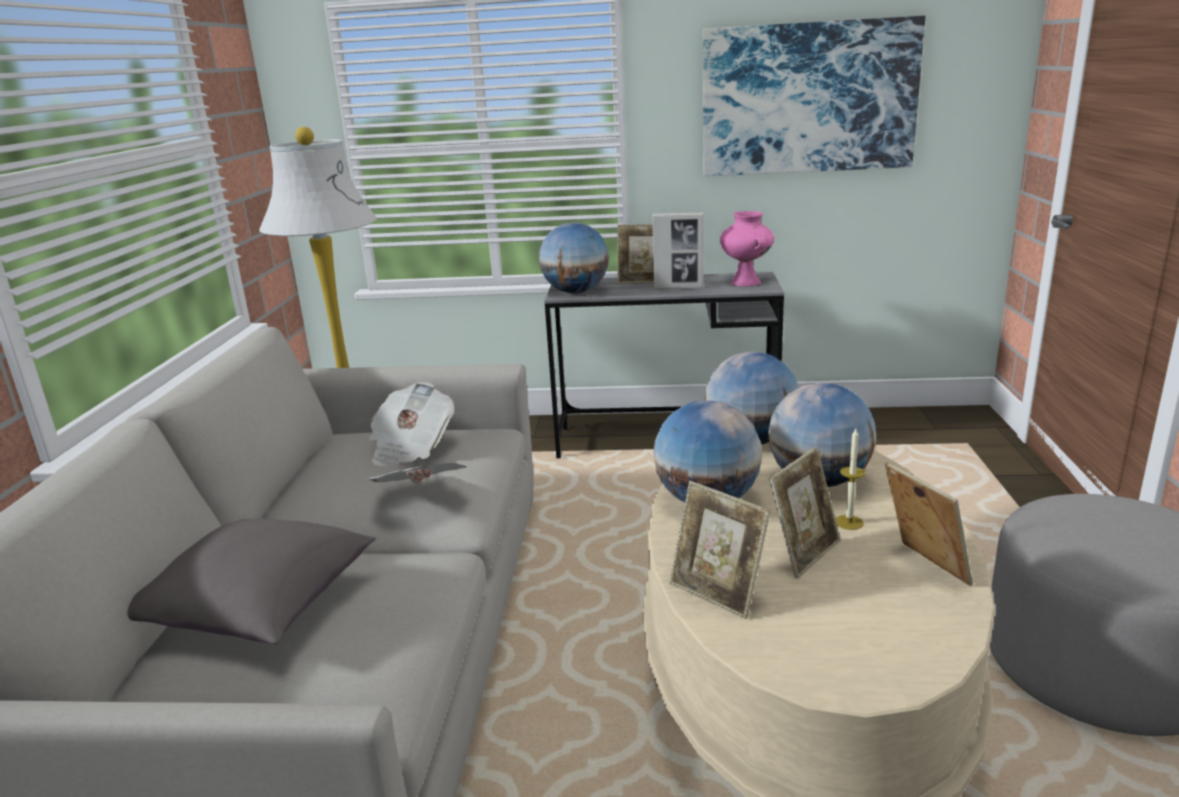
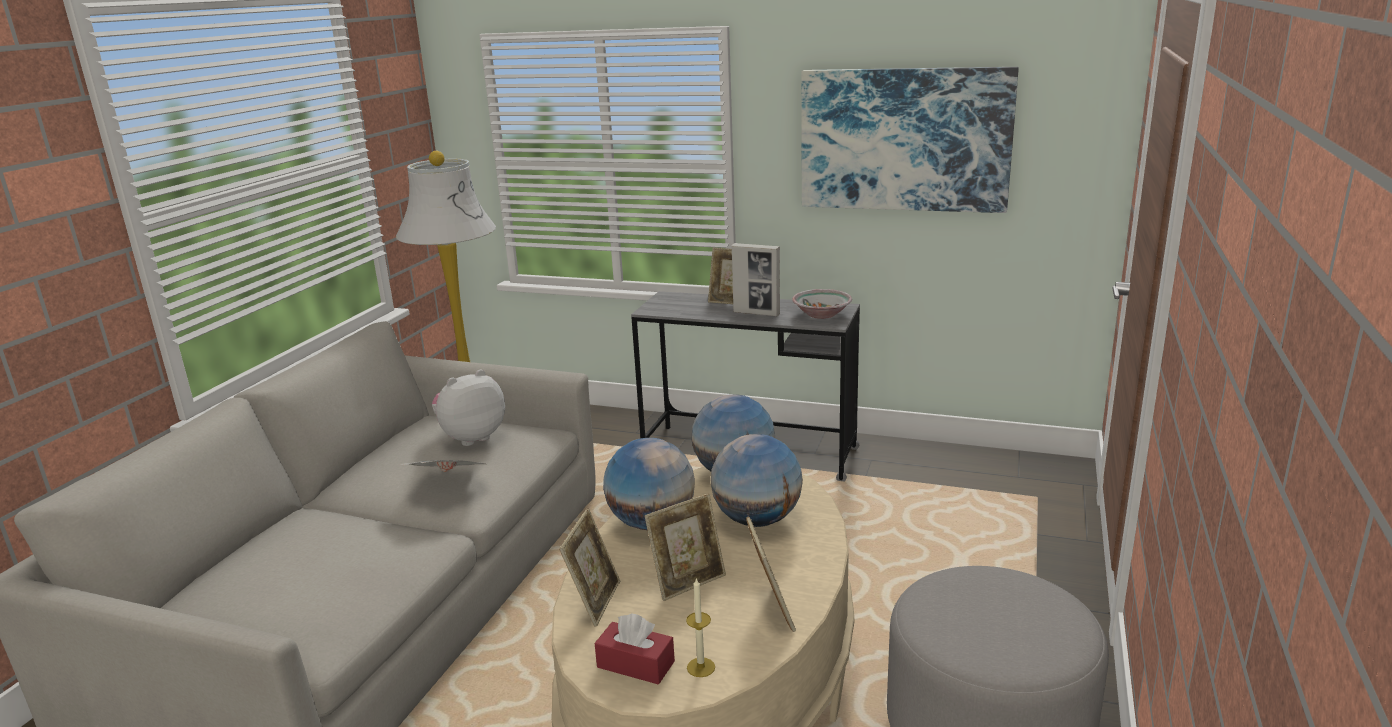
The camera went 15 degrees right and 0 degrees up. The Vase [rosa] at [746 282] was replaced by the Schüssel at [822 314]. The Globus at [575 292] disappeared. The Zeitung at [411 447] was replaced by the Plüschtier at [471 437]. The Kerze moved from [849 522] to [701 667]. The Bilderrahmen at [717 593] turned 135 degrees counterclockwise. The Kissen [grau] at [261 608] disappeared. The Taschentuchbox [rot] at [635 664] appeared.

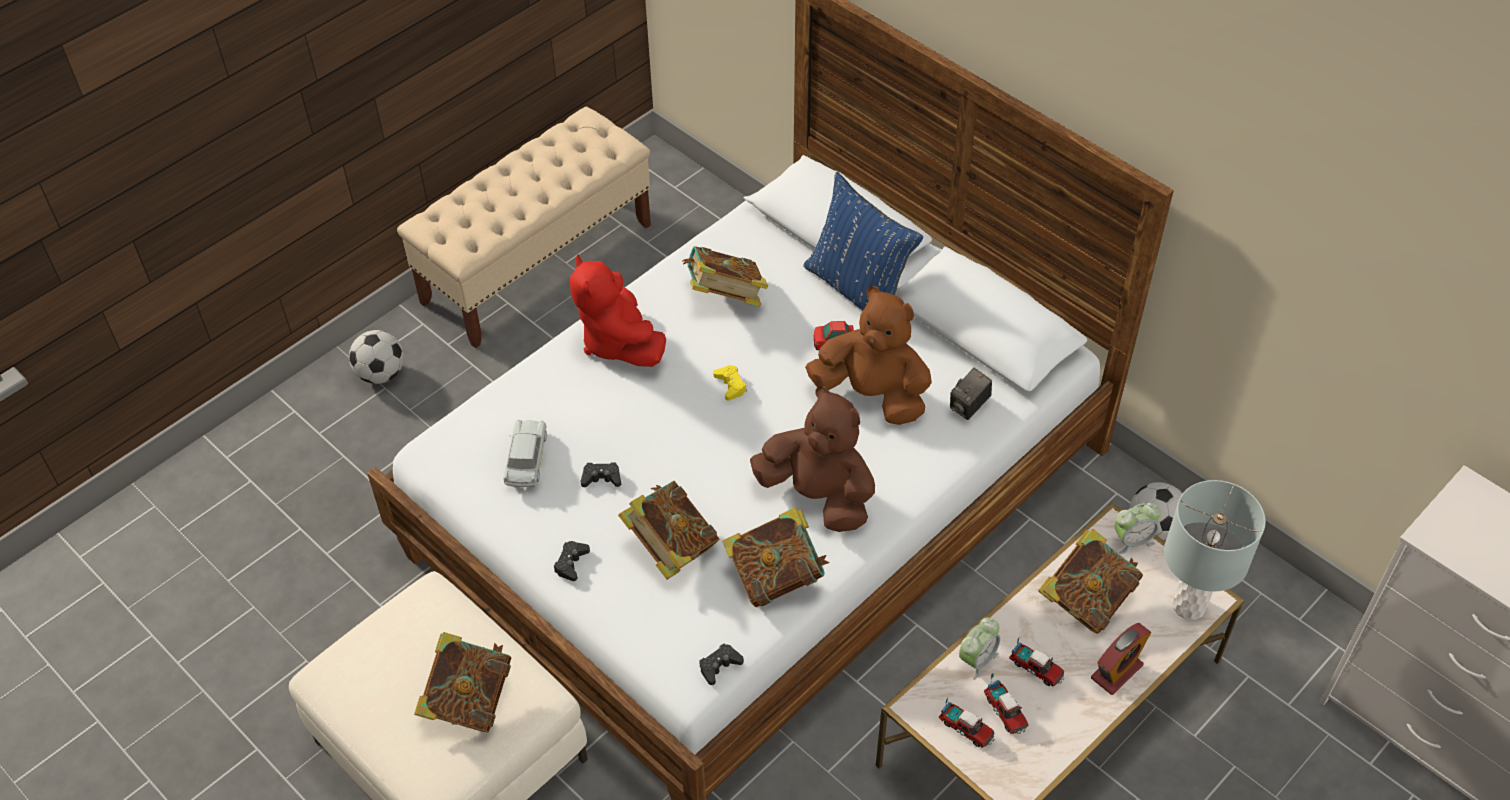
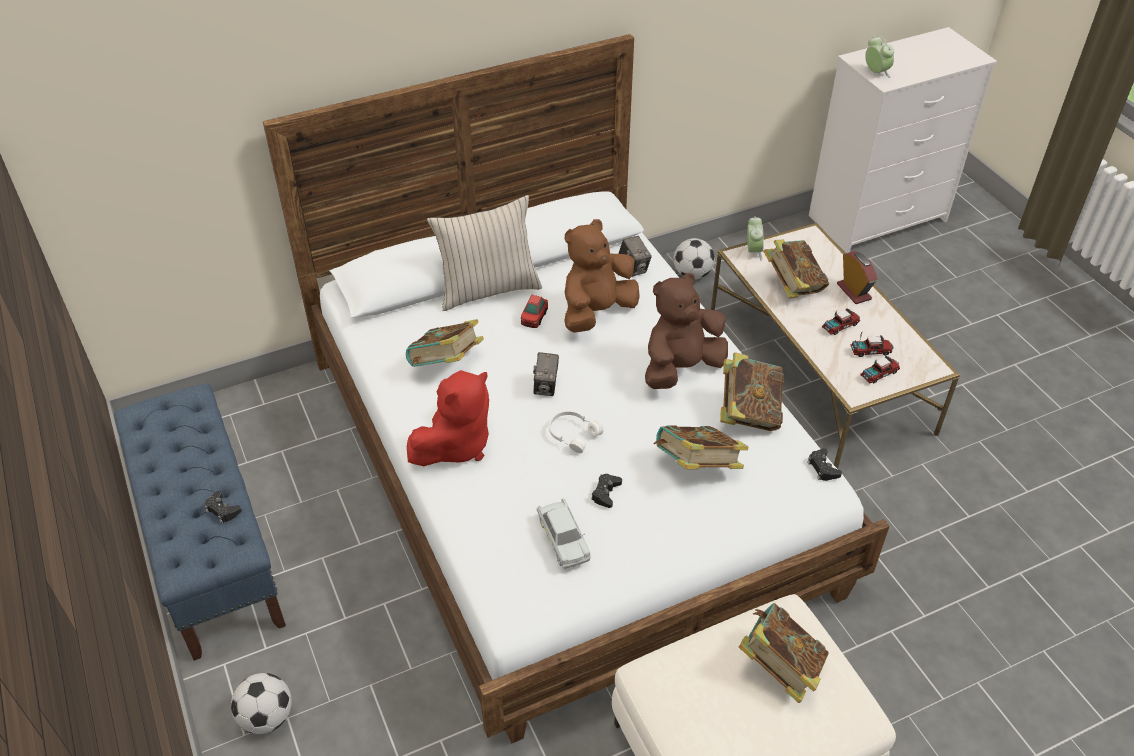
The camera went 70 degrees left and 5 degrees down. The Bank [beige] at [538 262] became the Bank [blau] at [212 548]. The Kissen [blau] at [858 291] became the Kissen [beige] at [488 289]. The Plüschtier [rot] at [618 342] turned 45 degrees counterclockwise. The Gamepad [gelb] at [730 385] was replaced by the Kamera at [546 386]. The Spielzeugauto [weiß] at [527 460] turned 135 degrees counterclockwise. The Tischlampe [grau] at [1189 606] disappeared. The Gamepad [schwarz] moved from [571 563] to [222 510]. The Wecker moved from [977 660] to [876 73]. The Kopfhörer [weiß] at [573 434] appeared.

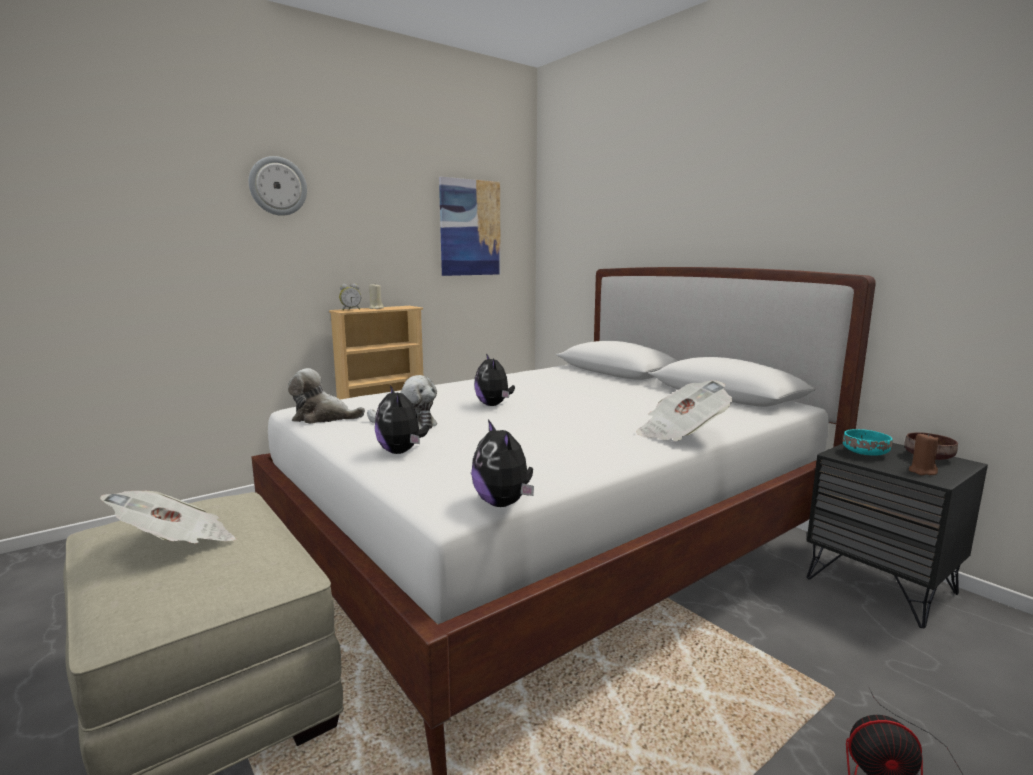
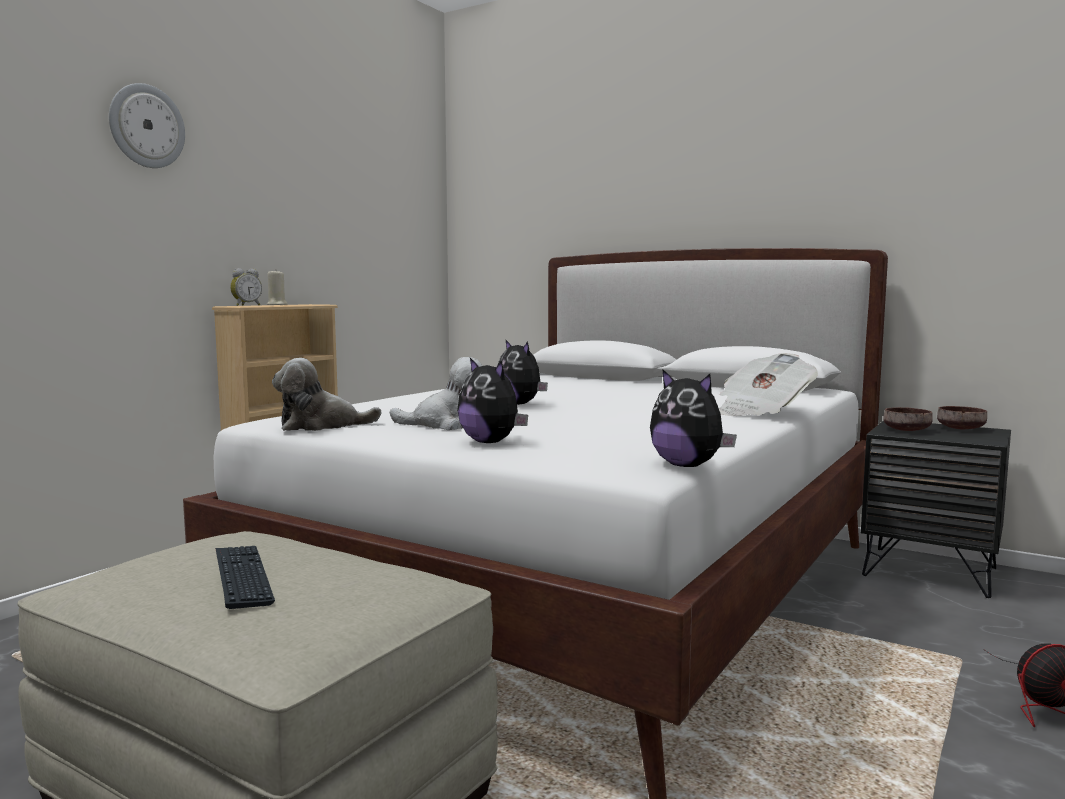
The camera went 20 degrees left and 5 degrees down. The Bild at [470 228] disappeared. The Schüssel [türkis] at [865 453] became the Schüssel [braun] at [906 430]. The Kerze [braun] at [922 471] disappeared. The Zeitung at [177 544] was replaced by the Tastatur at [242 577].

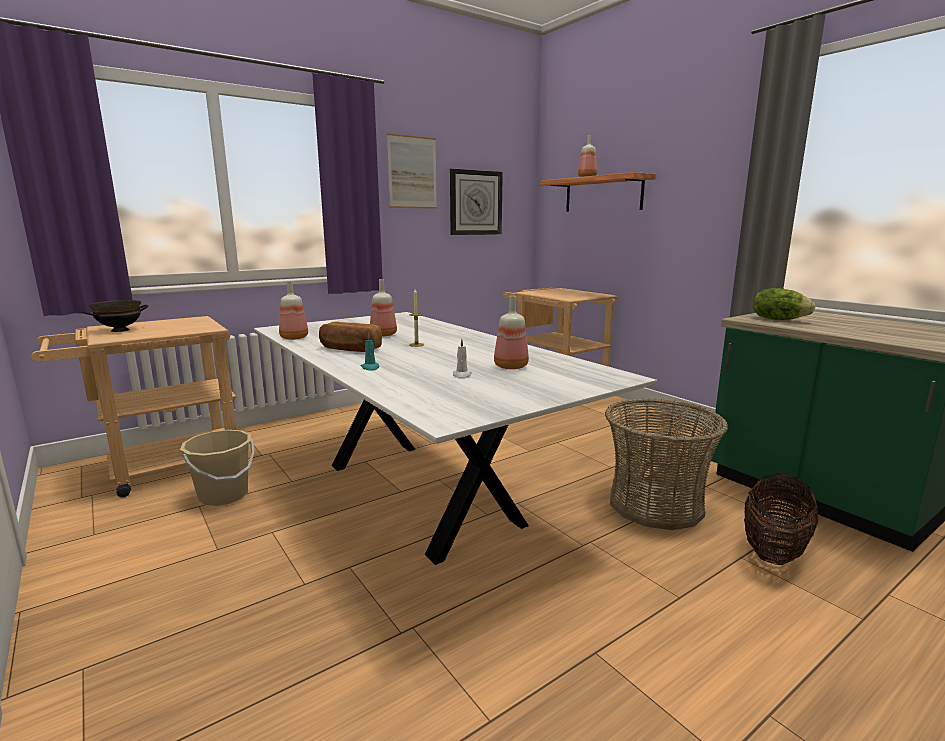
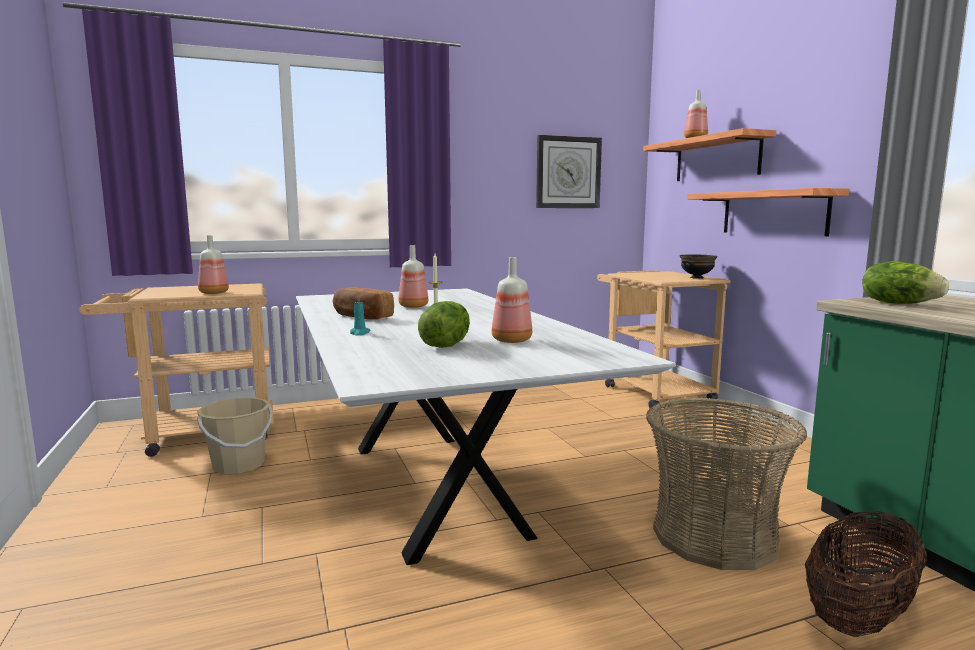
The camera went 15 degrees right and 5 degrees down. The Bild at [412 172] disappeared. The Flasche moved from [293 338] to [213 293]. The Schüssel [schwarz] moved from [120 330] to [696 277]. The Kerze [weiß] at [462 375] was replaced by the Salatkopf at [445 345]. The Wandregal at [773 213] appeared.

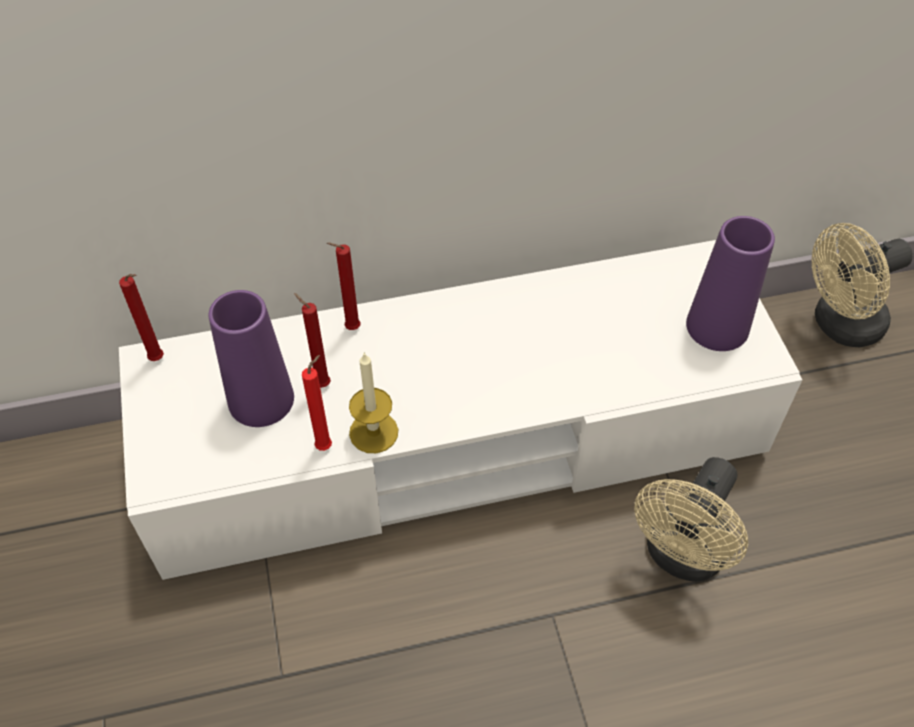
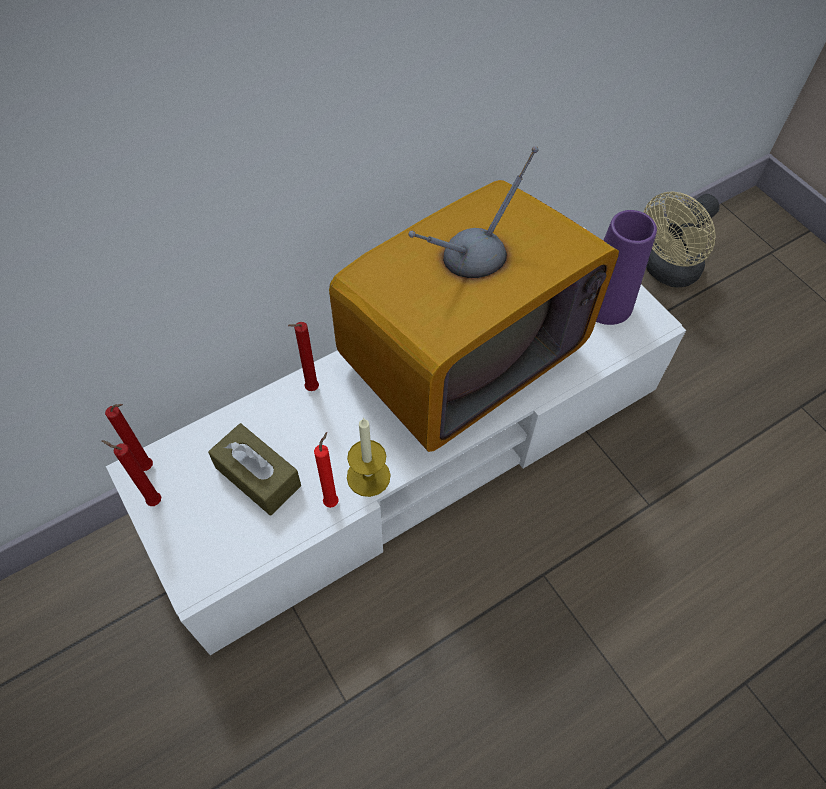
The camera went 20 degrees left and 5 degrees up. The Vase [lila] at [261 399] was replaced by the Taschentuchbox [braun] at [258 476]. The Kerze [rot] moved from [320 383] to [152 501]. The Ventilator [beige] at [681 556] disappeared. The Fernseher at [462 357] appeared.

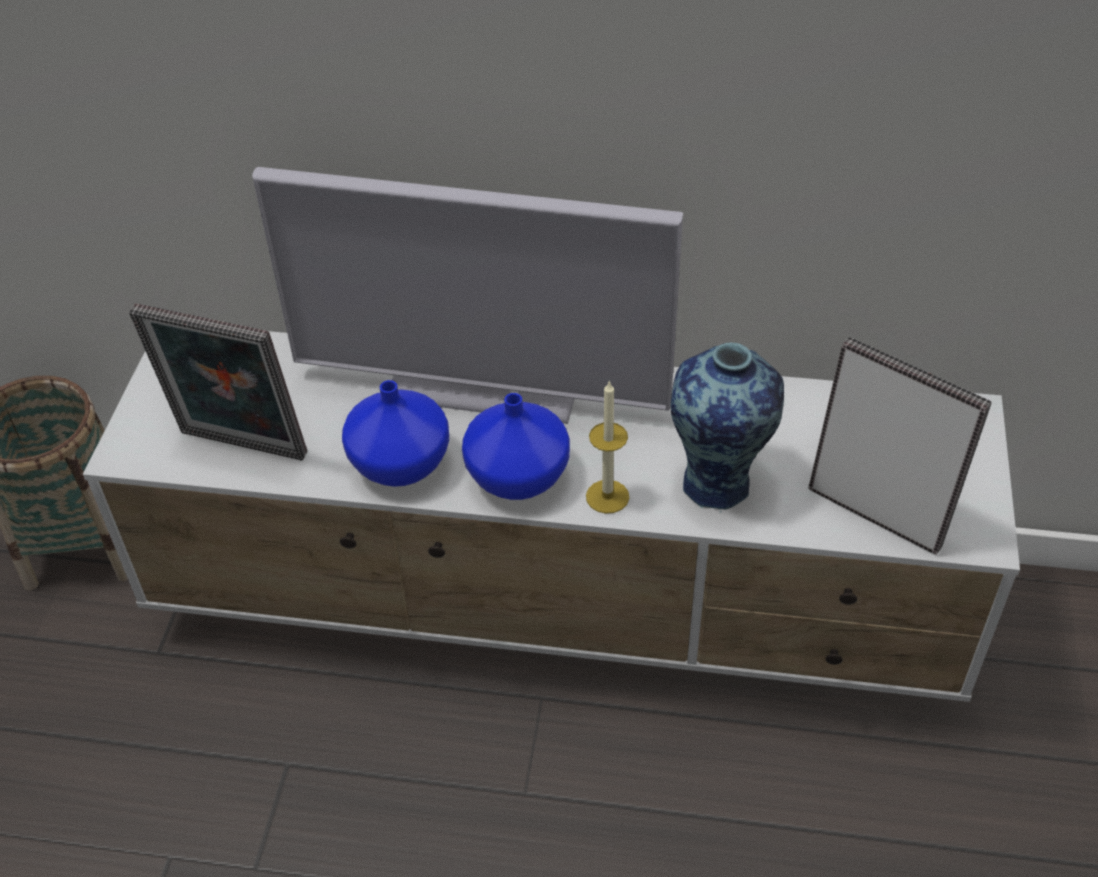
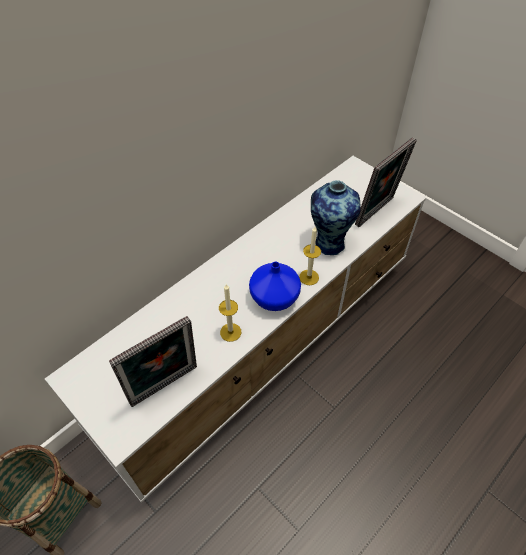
The camera went 55 degrees left and 5 degrees up. The Fernseher at [483 388] disappeared. The Bilderrahmen at [878 512] turned 150 degrees clockwise. The Vase [blau] at [399 462] was replaced by the Kerze at [230 332].

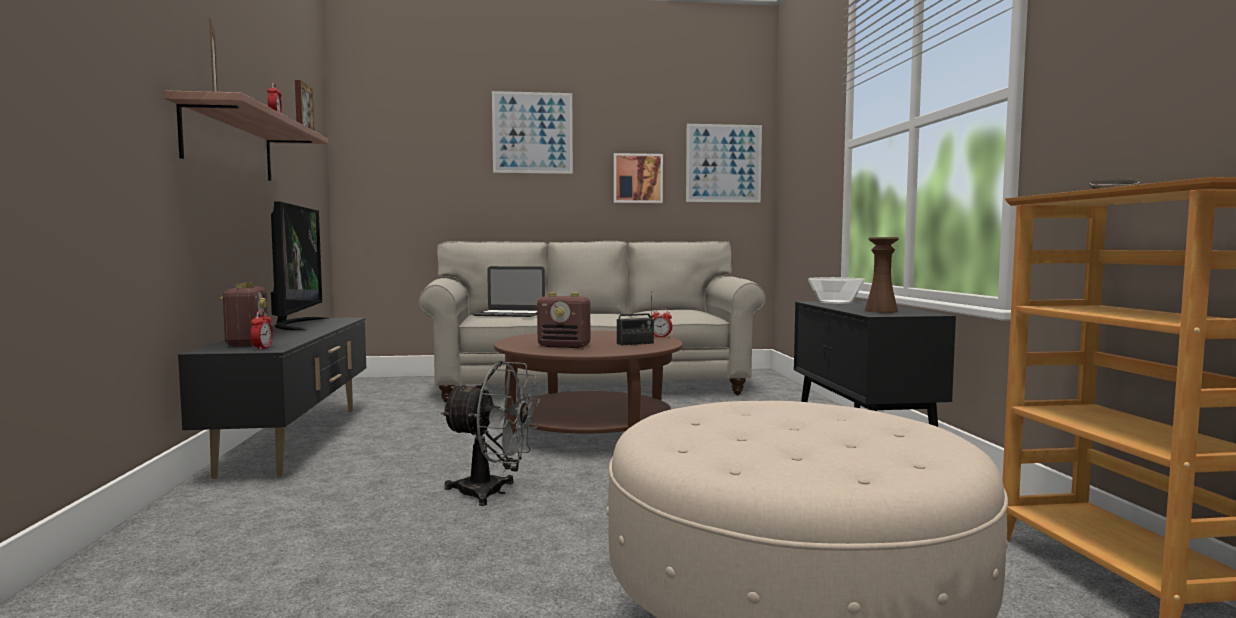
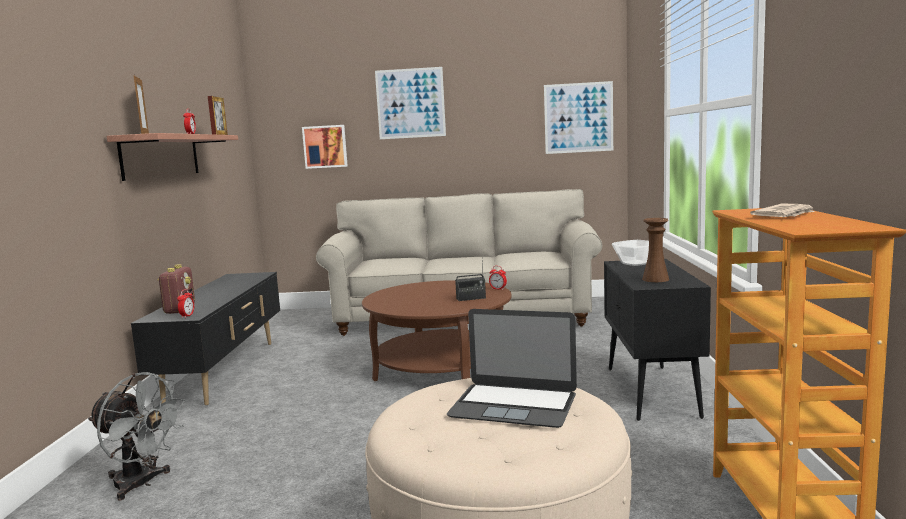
The camera went 10 degrees right and 5 degrees up. The Bild moved from [637 178] to [325 146]. The Fernseher at [296 325] disappeared. The Laptop moved from [509 314] to [513 405]. The Radio at [564 346] disappeared. The Ventilator [grau] moved from [492 493] to [142 484].

